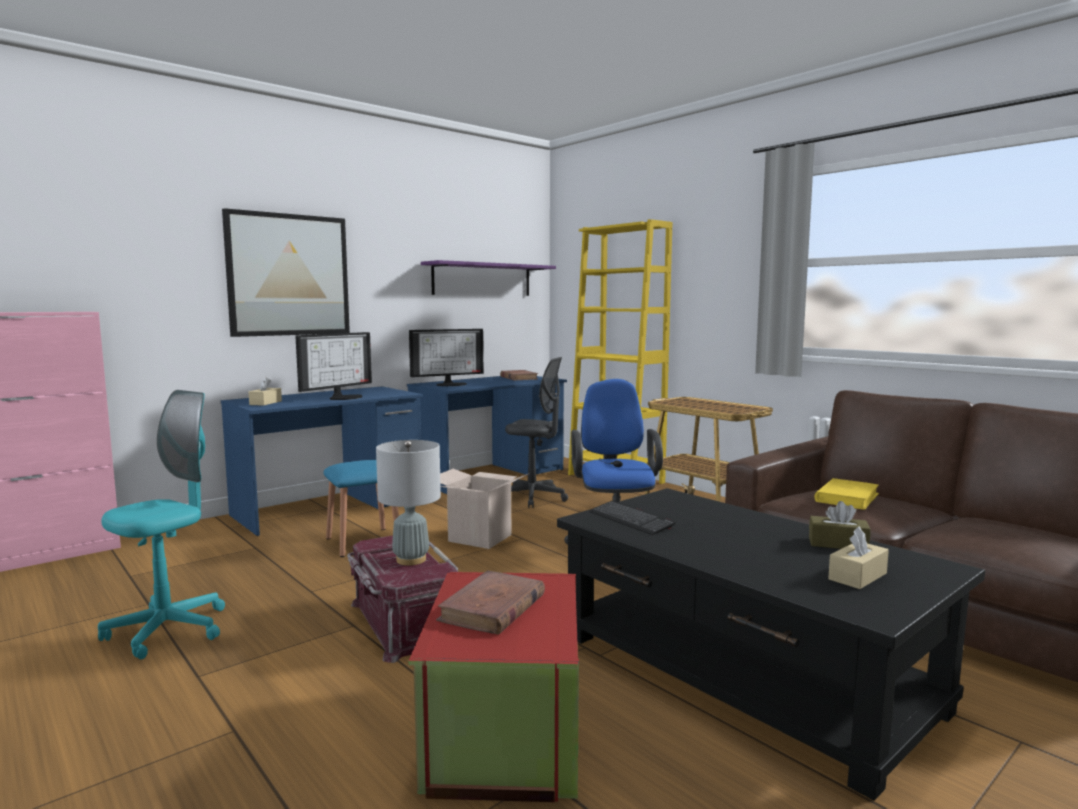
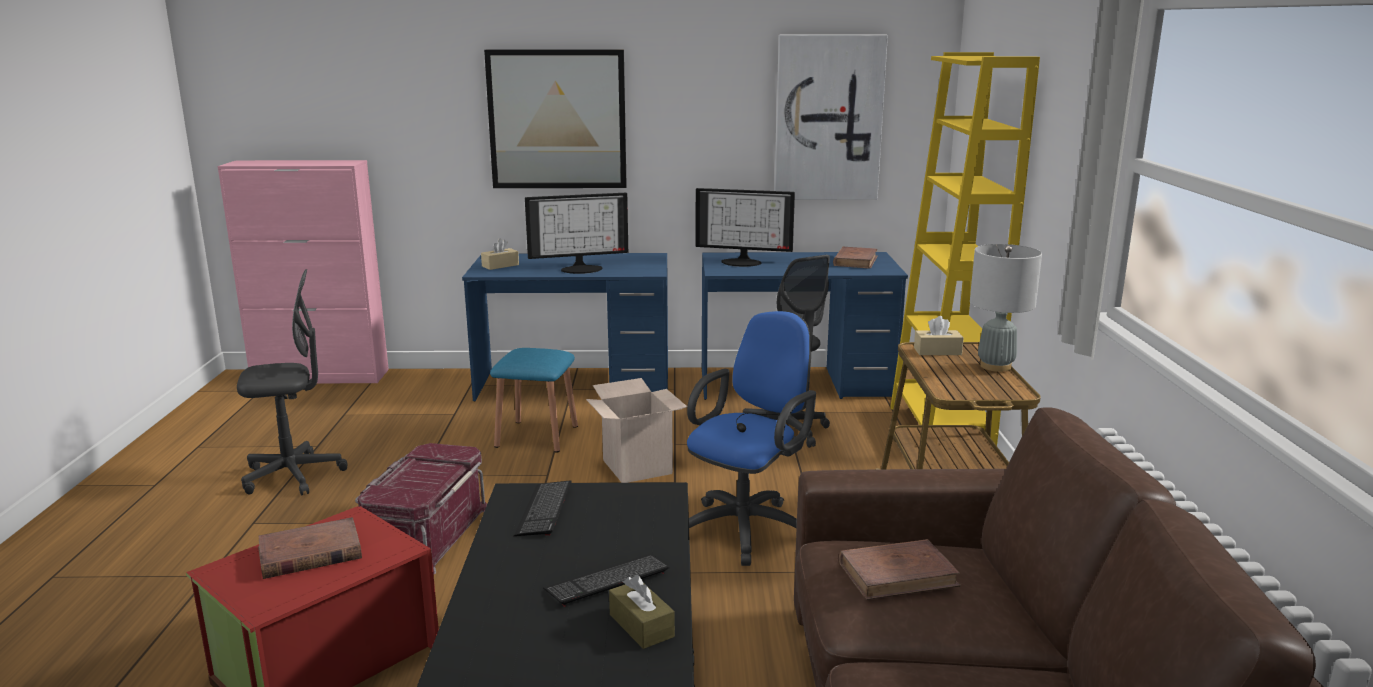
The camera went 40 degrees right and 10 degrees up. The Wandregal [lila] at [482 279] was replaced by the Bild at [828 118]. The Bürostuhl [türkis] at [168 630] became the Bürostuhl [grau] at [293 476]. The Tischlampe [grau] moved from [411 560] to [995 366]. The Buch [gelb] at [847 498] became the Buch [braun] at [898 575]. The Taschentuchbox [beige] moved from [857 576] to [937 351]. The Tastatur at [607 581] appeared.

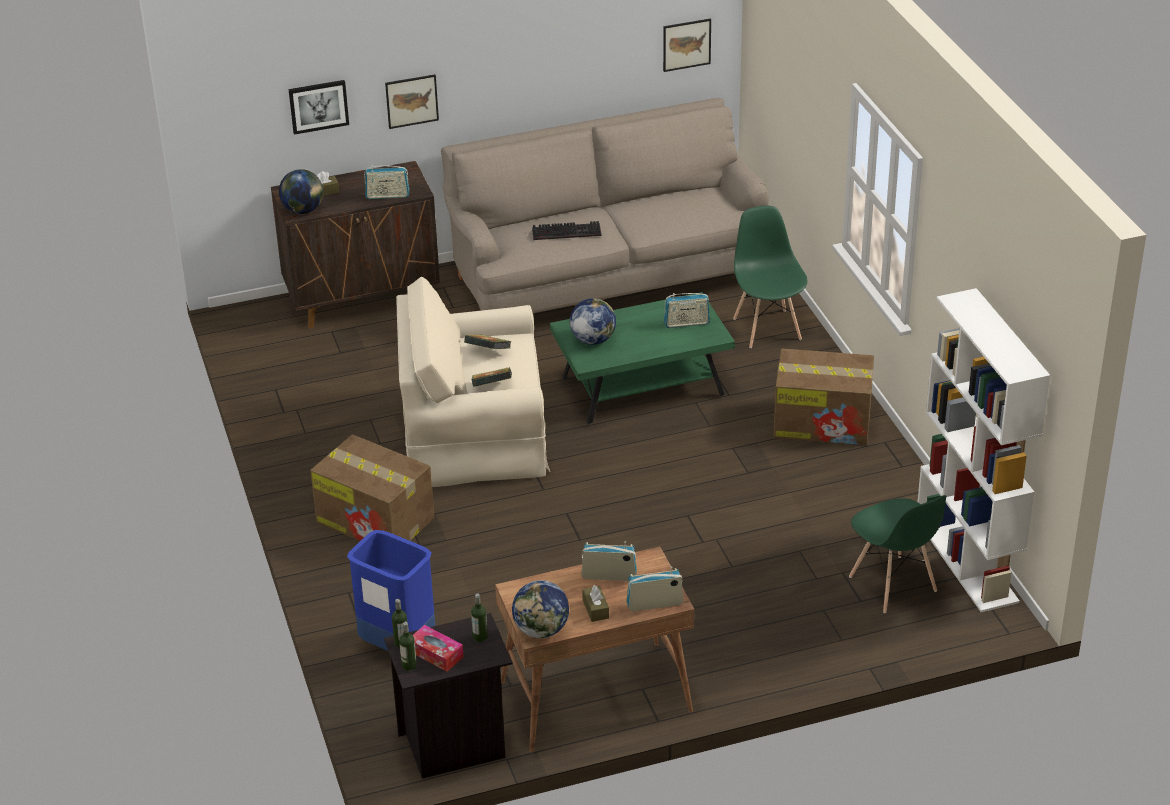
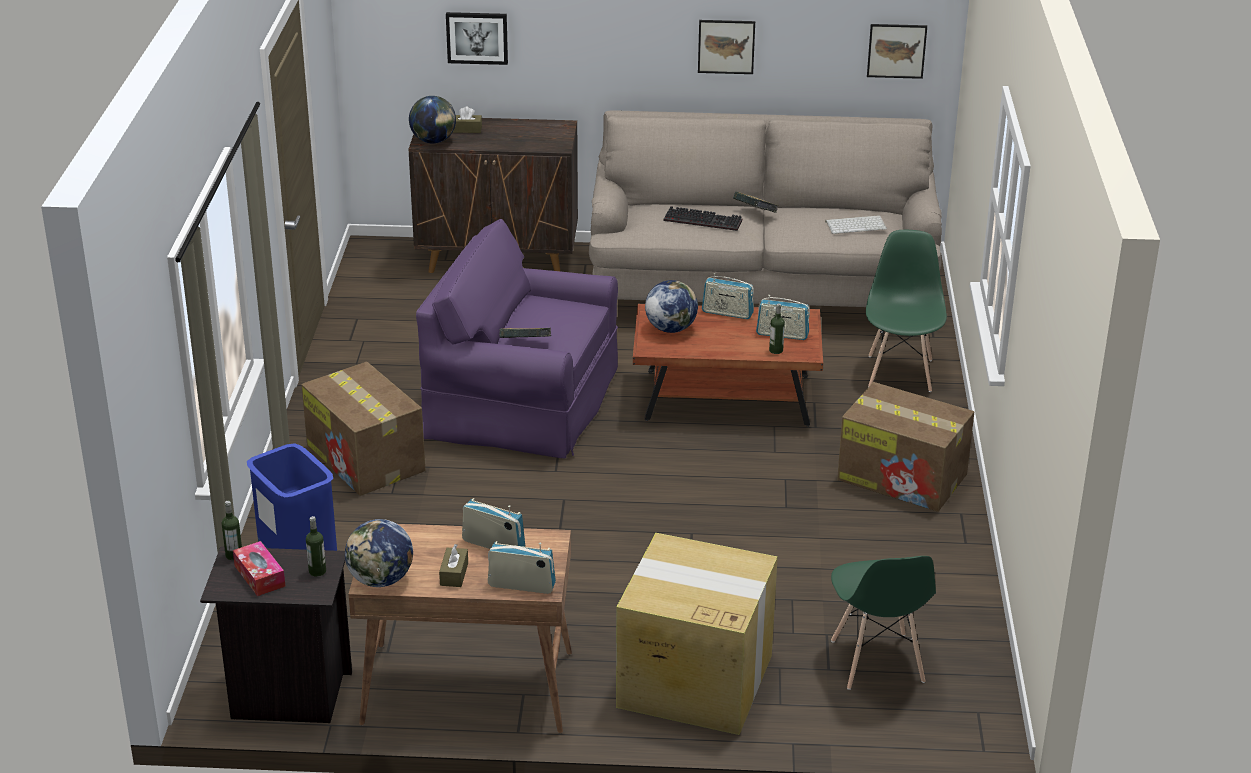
The camera went 20 degrees right and 5 degrees down. The Bild moved from [411 101] to [726 46]. The Radio moved from [387 195] to [727 313]. The Sessel [beige] at [474 433] became the Sessel [lila] at [522 402]. The Bücherregal [weiß] at [967 560] disappeared. The Couchtisch [grün] at [642 387] became the Couchtisch [braun] at [726 399]. The Buch moved from [488 352] to [755 214]. The Flasche moved from [409 665] to [776 350]. The Tastatur at [856 225] appeared. The Karton at [693 680] appeared.

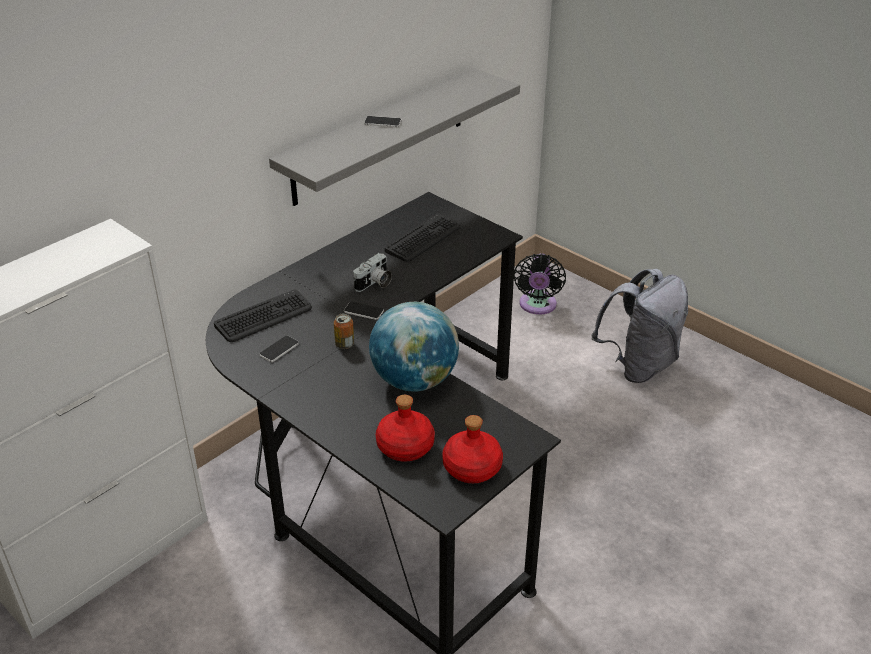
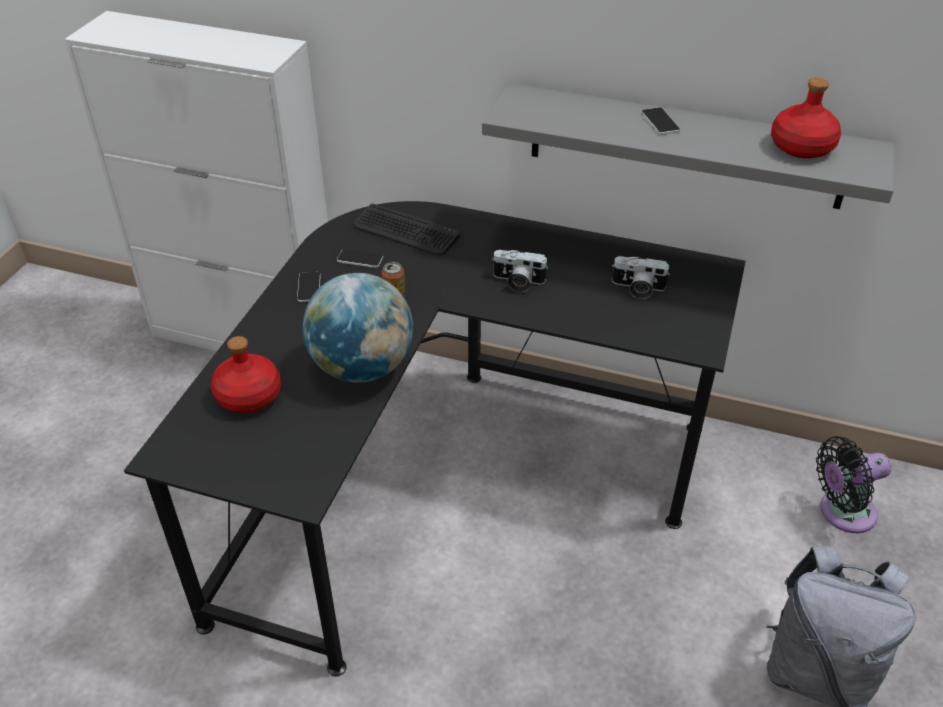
The camera went 65 degrees right and 5 degrees up. The Tastatur at [423 239] was replaced by the Kamera at [637 289]. The Handy moved from [363 311] to [309 287]. The Flasche [rot] moved from [471 468] to [800 147].

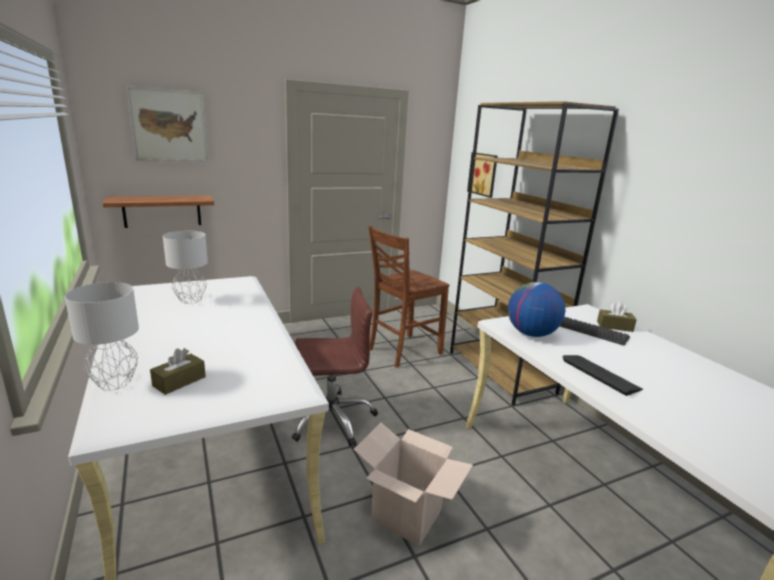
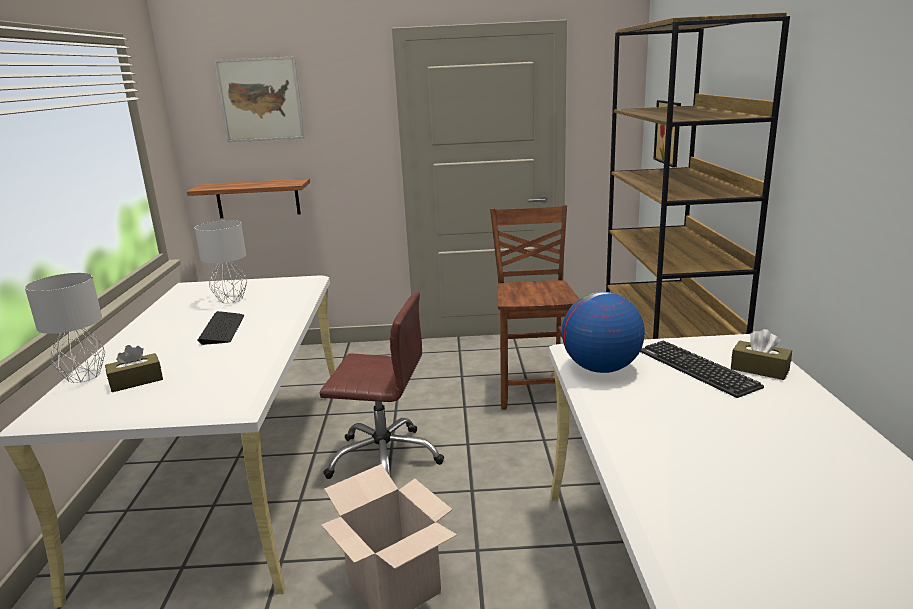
The camera went 25 degrees right and 0 degrees up. The Stuhl [braun] at [402 351] turned 105 degrees clockwise. The Tastatur moved from [600 374] to [222 329].

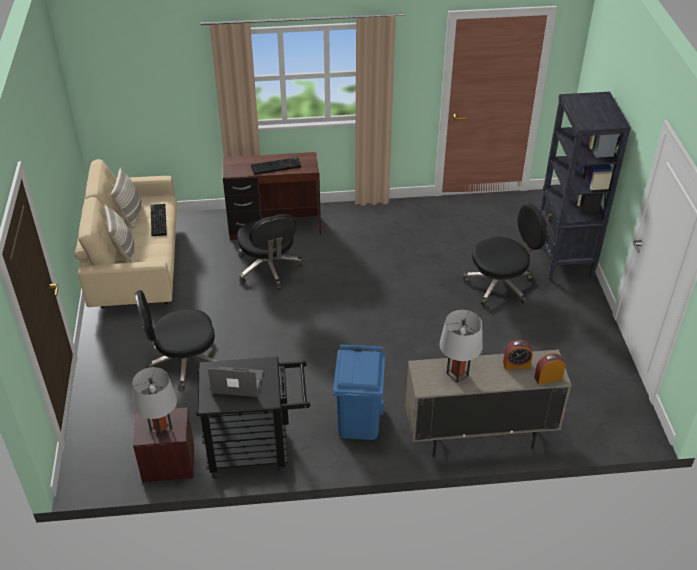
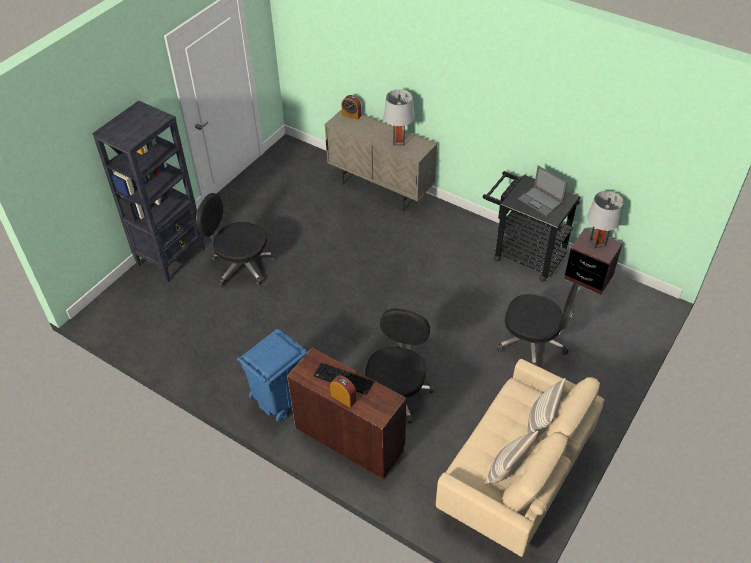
The camera went 140 degrees left and 5 degrees up. The Tastatur at [157 220] disappeared. The Wecker moved from [516 364] to [343 398]. The Mülleimer [blau] moved from [359 422] to [279 399].

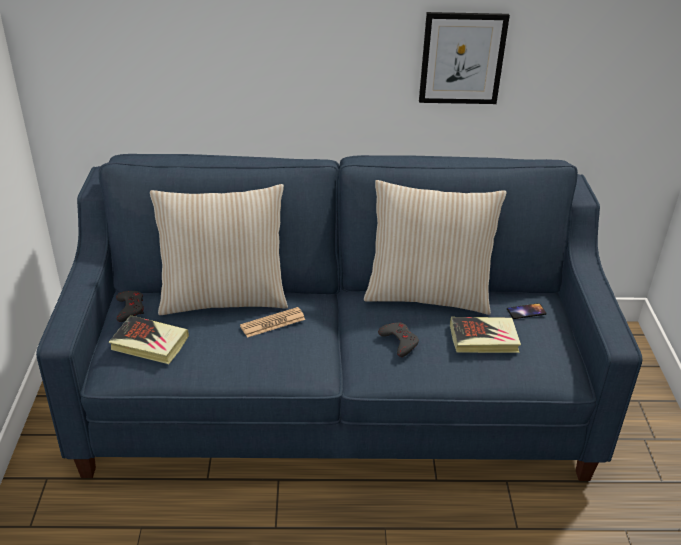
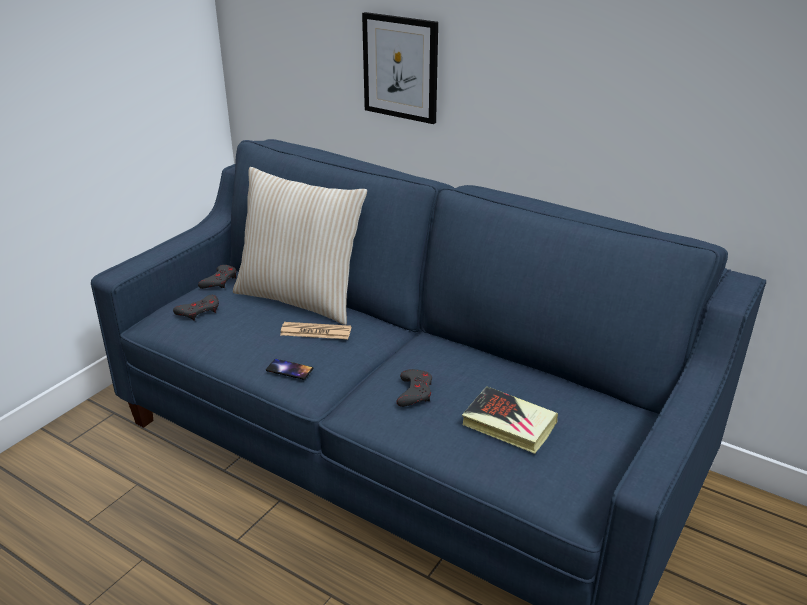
The camera went 35 degrees right and 5 degrees down. The Bild moved from [462 58] to [400 67]. The Kissen [beige] at [427 295] disappeared. The Handy moved from [526 311] to [289 369]. The Buch at [149 344] was replaced by the Gamepad [grau] at [199 311].

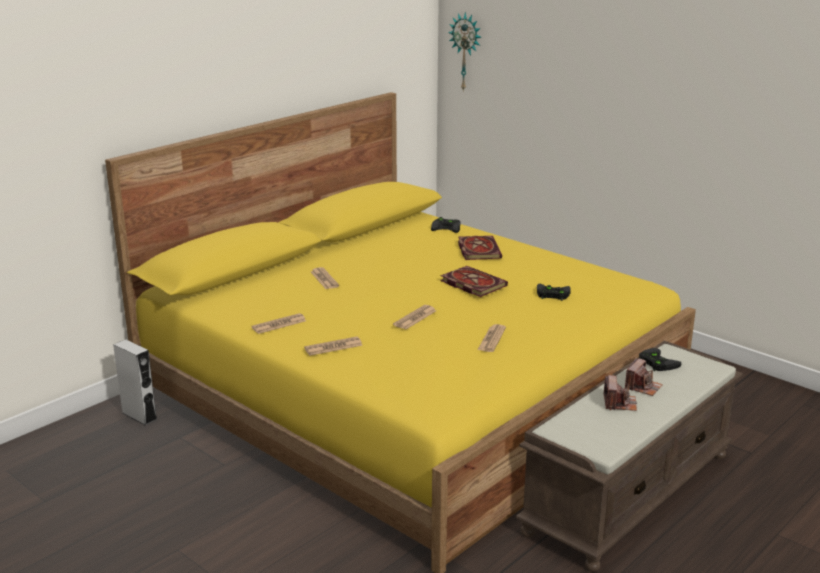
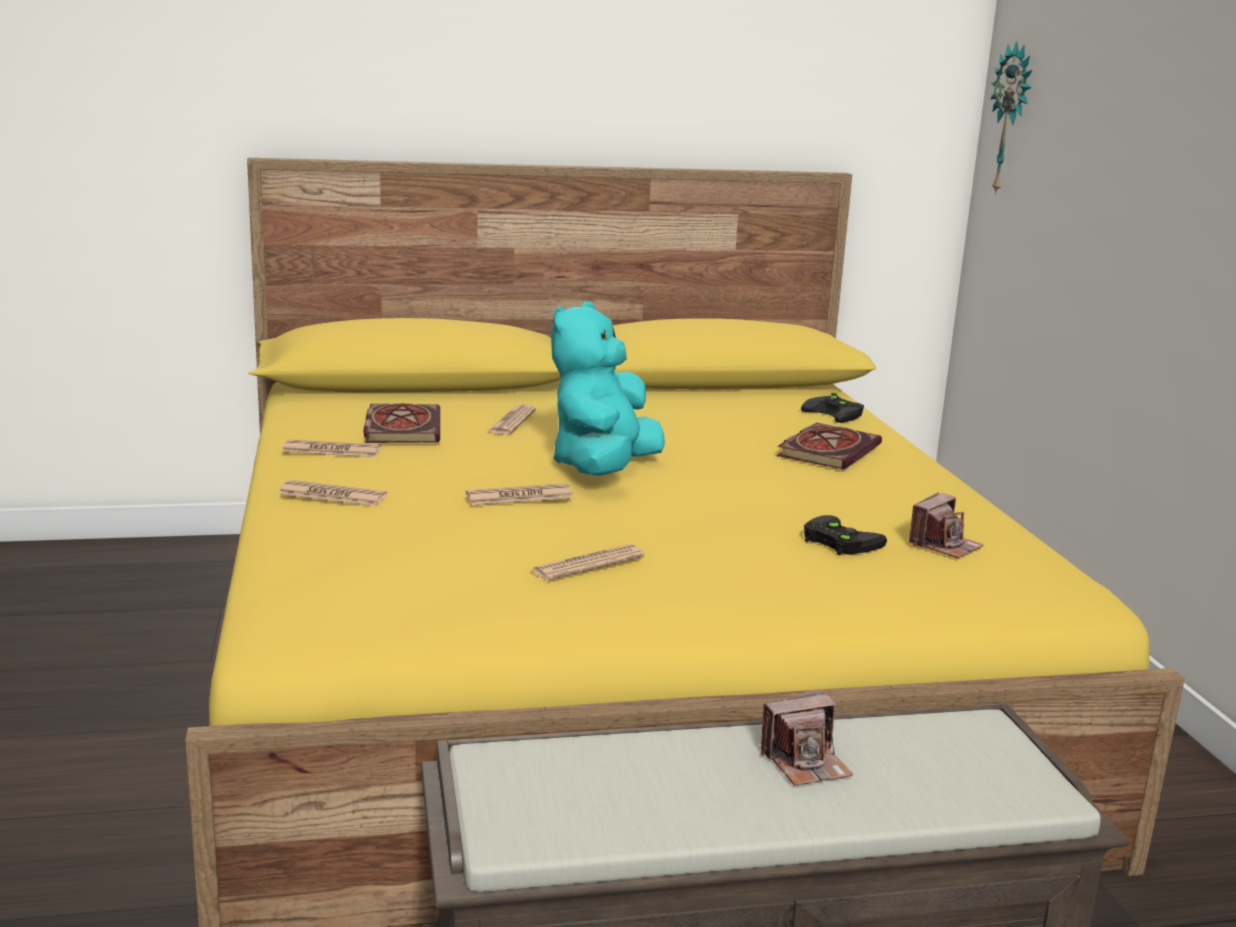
The camera went 35 degrees right and 5 degrees down. The Buch moved from [471 283] to [401 428]. The Lautsprecher [grau] at [139 416] disappeared. The Gamepad [schwarz] at [656 362] disappeared. The Kamera moved from [619 403] to [944 545]. The Plüschtier [türkis] at [603 469] appeared.

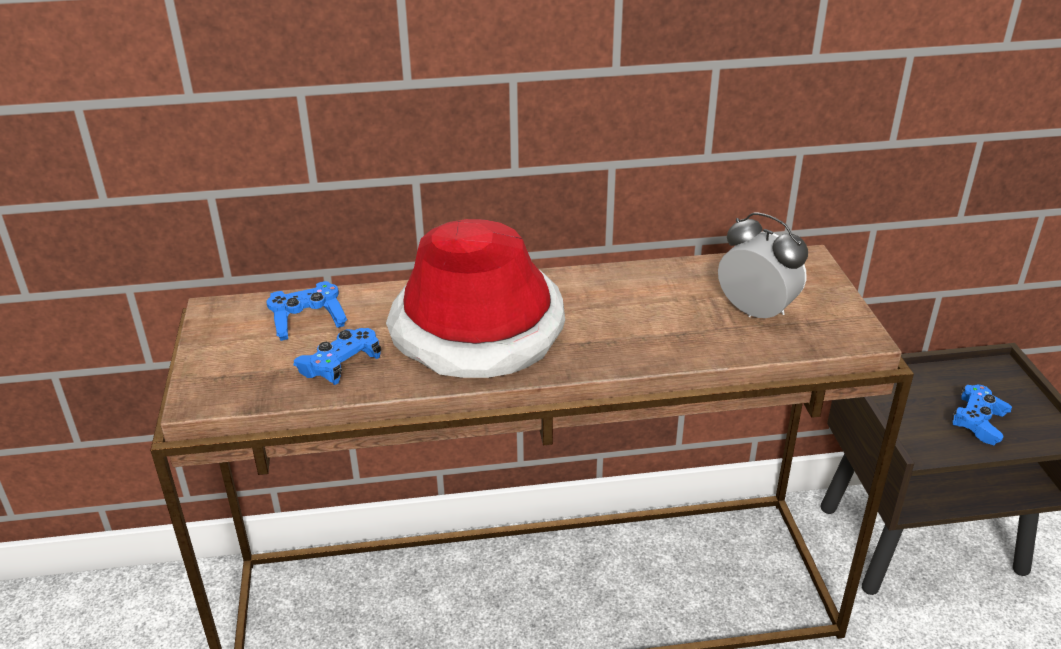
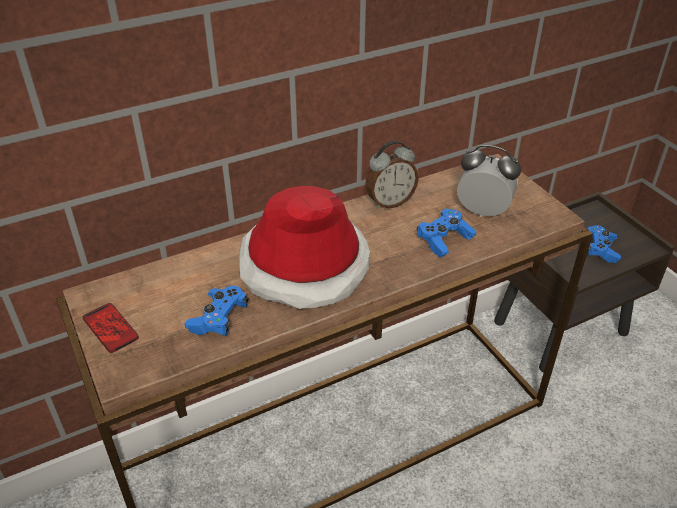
The camera went 20 degrees left and 5 degrees up. The Gamepad [blau] moved from [308 321] to [444 240]. The Wecker at [389 202] appeared. The Handy at [110 328] appeared.

